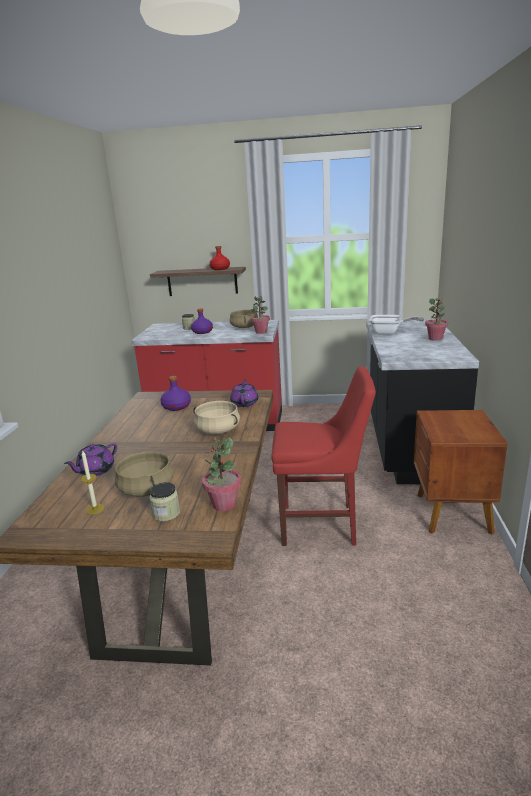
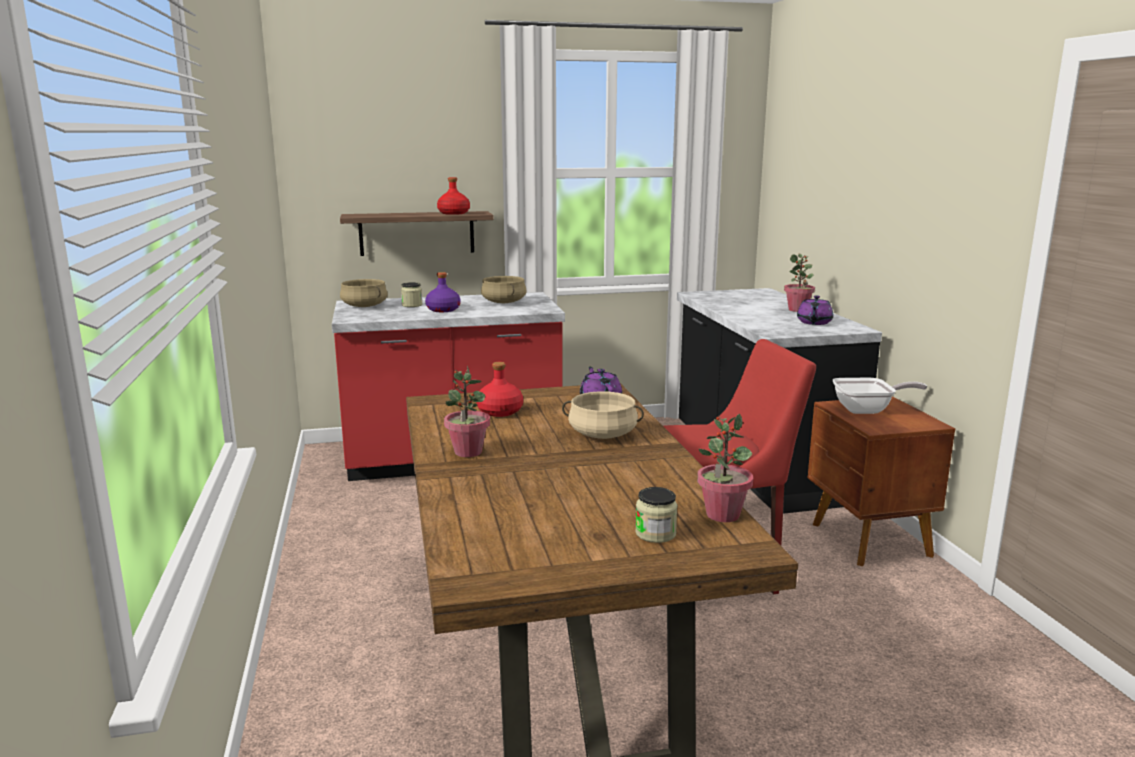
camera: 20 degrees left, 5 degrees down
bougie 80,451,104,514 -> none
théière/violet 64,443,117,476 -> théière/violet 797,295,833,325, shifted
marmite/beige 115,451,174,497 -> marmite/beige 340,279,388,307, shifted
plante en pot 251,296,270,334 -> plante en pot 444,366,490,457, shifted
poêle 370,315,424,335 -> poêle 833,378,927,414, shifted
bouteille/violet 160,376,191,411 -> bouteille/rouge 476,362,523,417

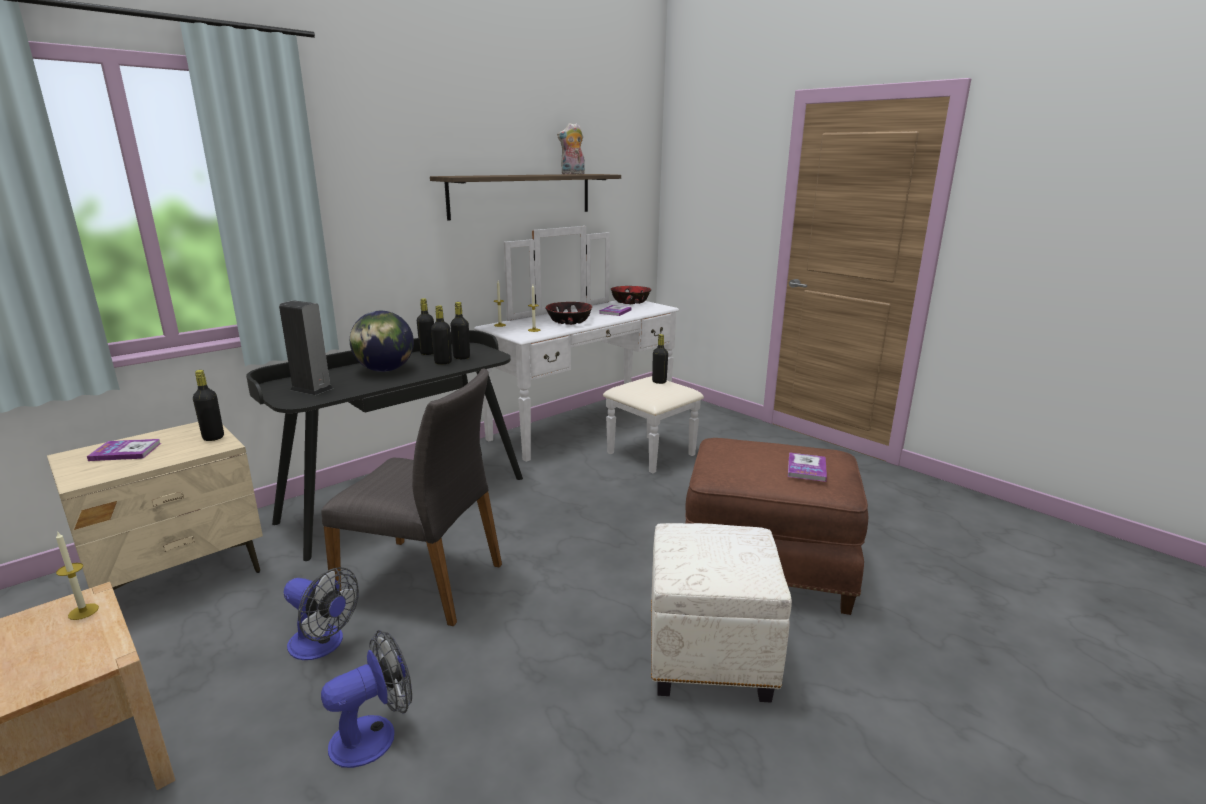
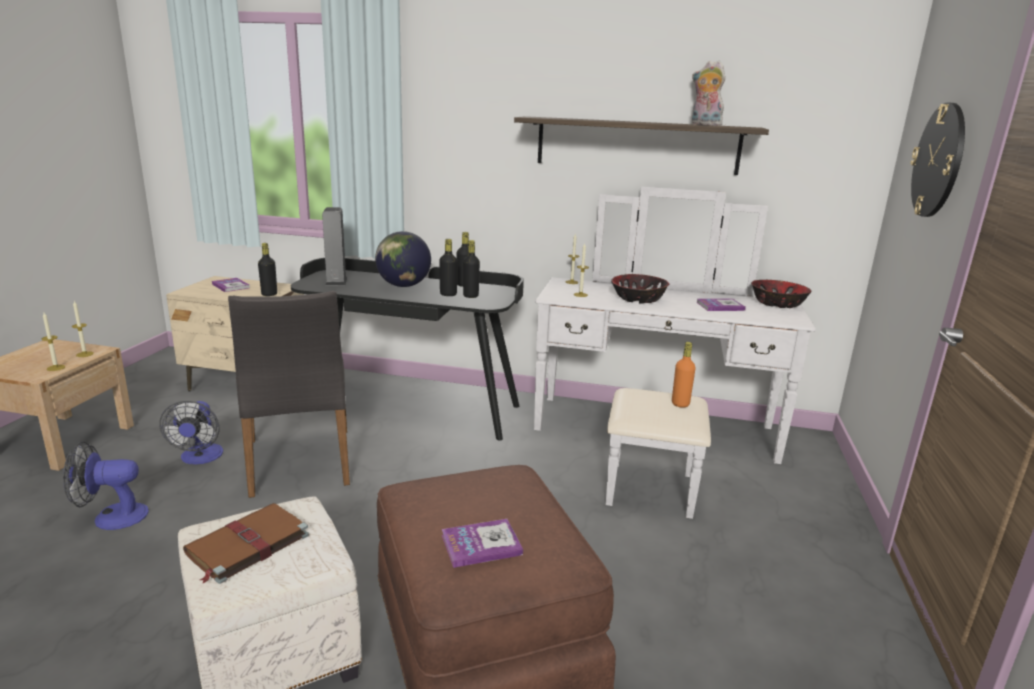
camera: 55 degrees right, 0 degrees up
none -> bougie 42,313,65,371
none -> livre/marron 183,503,309,584
none -> horloge murale 911,103,965,217
bouteille/noir 652,334,668,384 -> bouteille/orange 672,342,696,408
ventilateur 321,630,412,768 -> ventilateur 63,442,149,530, 150 degrees clockwise

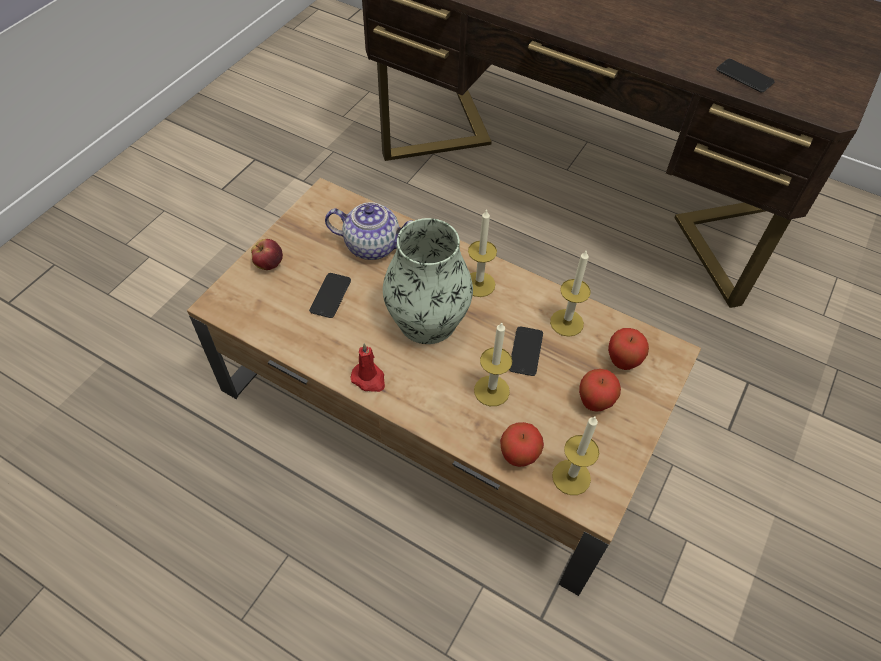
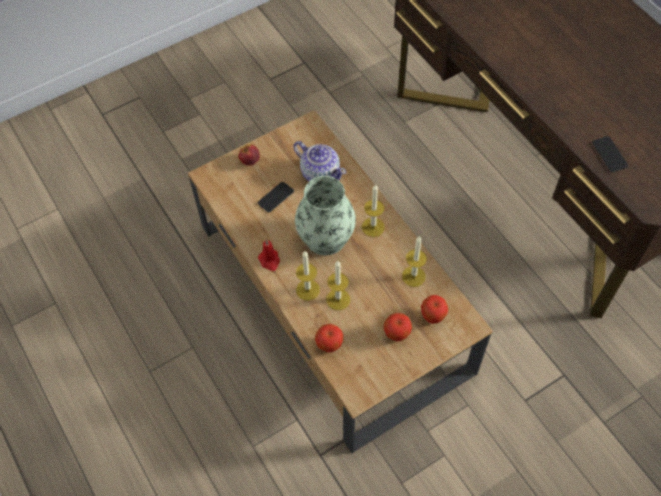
camera: 30 degrees right, 5 degrees up
téléphone 509,326,543,376 -> none
bougie 552,416,599,495 -> bougie 296,251,320,301, shifted

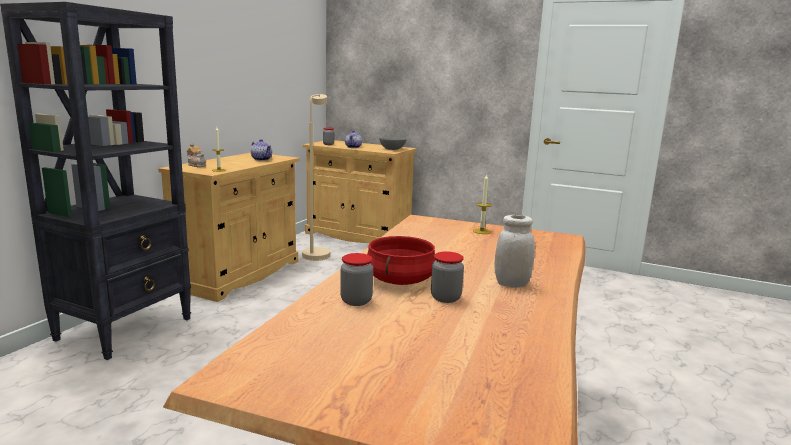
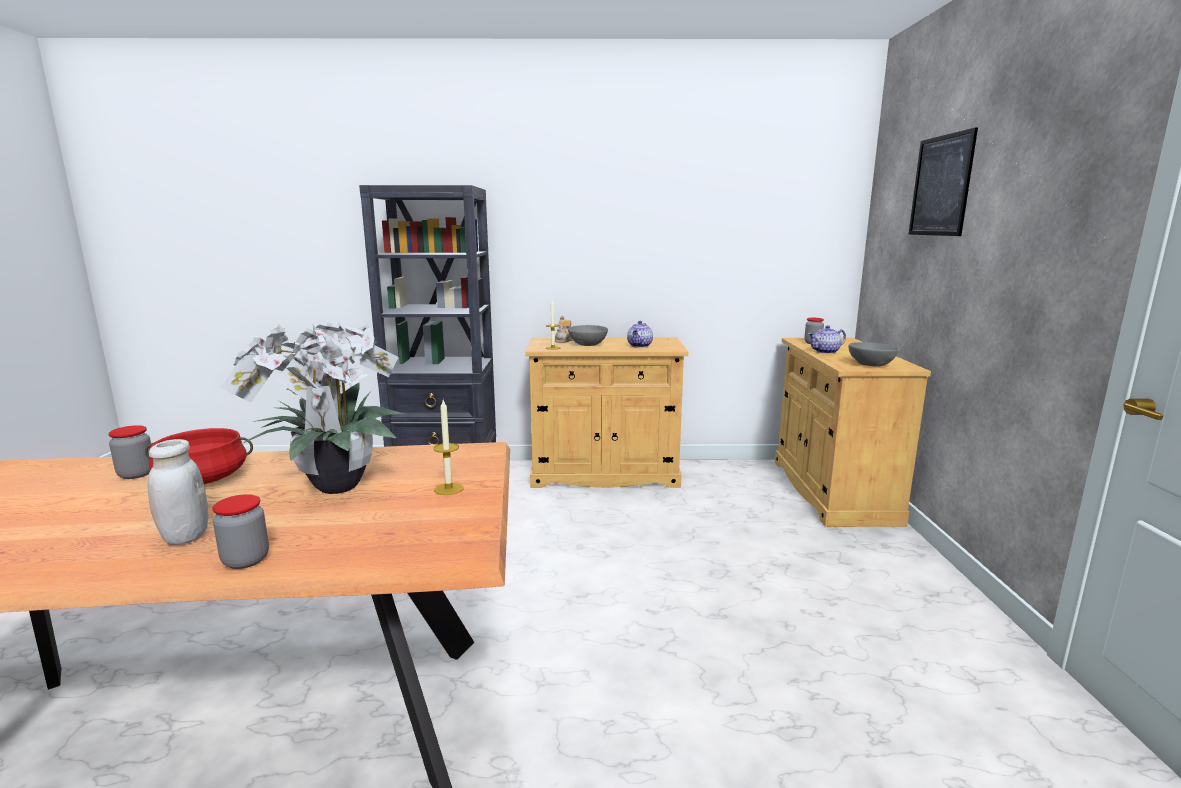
camera: 65 degrees right, 0 degrees up
lampadaire/beige 302,94,330,261 -> none
none -> plante en pot 221,321,403,494
none -> bol/gris 568,325,608,346
none -> tableau 909,127,978,236
bocal 431,251,464,303 -> bocal 212,494,269,569, shifted

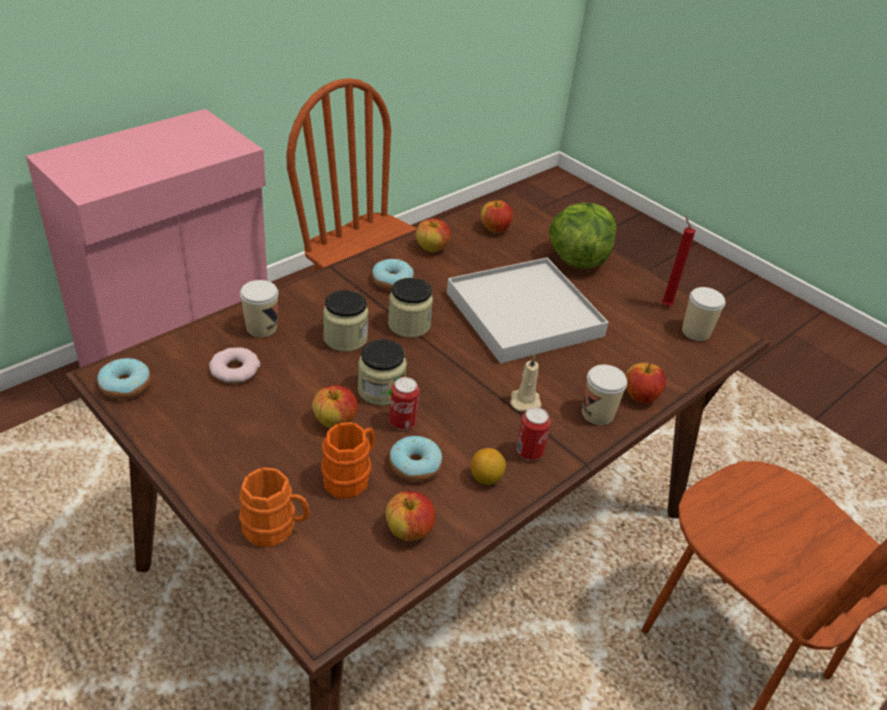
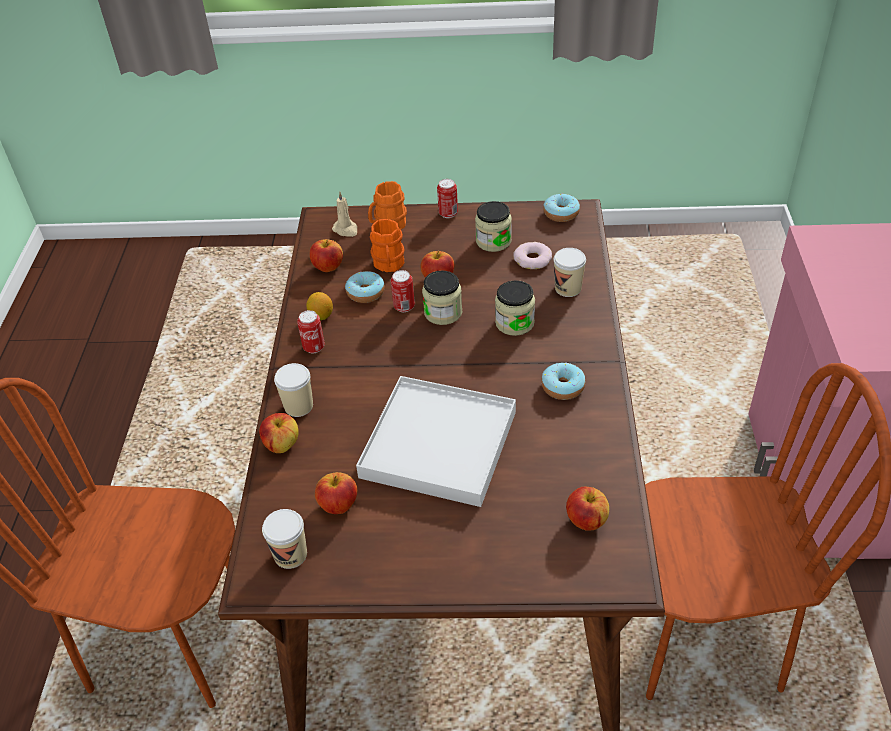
camera: 140 degrees right, 5 degrees up
laitue 549,203,616,269 -> none
bougie/rouge 662,215,695,307 -> none
none -> boîte métallique 437,179,458,218
bocal 388,278,433,338 -> bocal 475,201,512,252, shifted
pomme 416,218,450,252 -> pomme 315,472,357,514, shifted
bougie/beige 510,355,542,411 -> bougie/beige 332,191,358,237, shifted

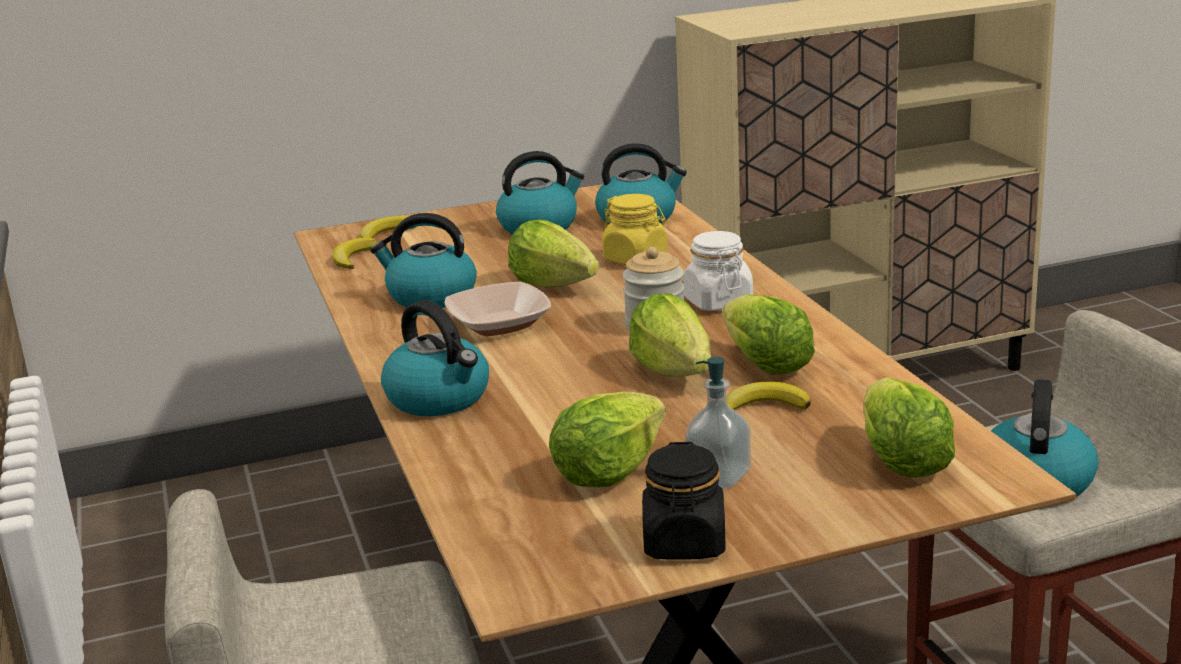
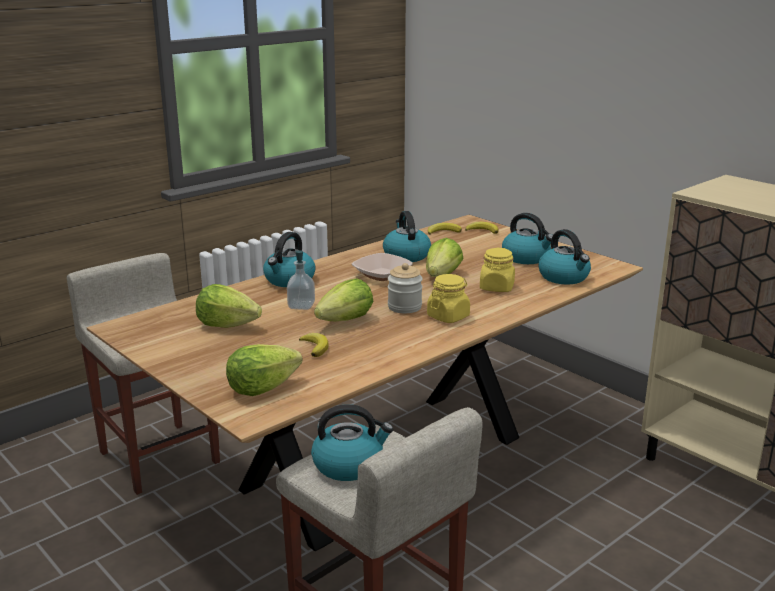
camera: 65 degrees right, 0 degrees up
bocal/noir 642,442,726,560 -> none
laitue 722,294,815,375 -> none
distributeur de savon 685,357,751,489 -> distributeur de savon 287,250,315,310, shifted
bocal/blanc 683,231,753,311 -> bocal/jaune 427,274,470,323

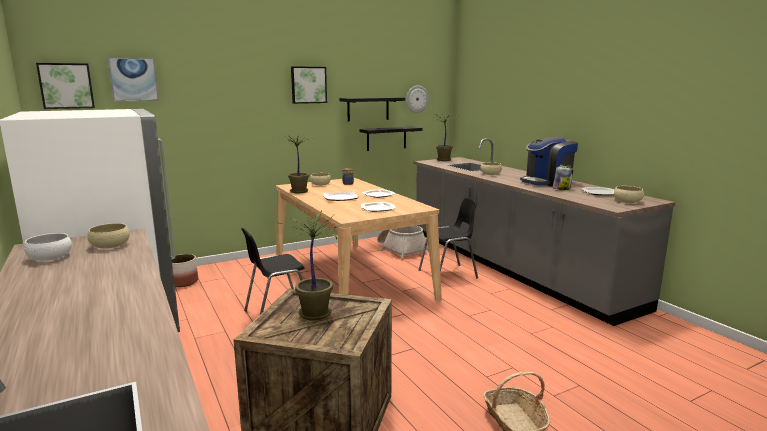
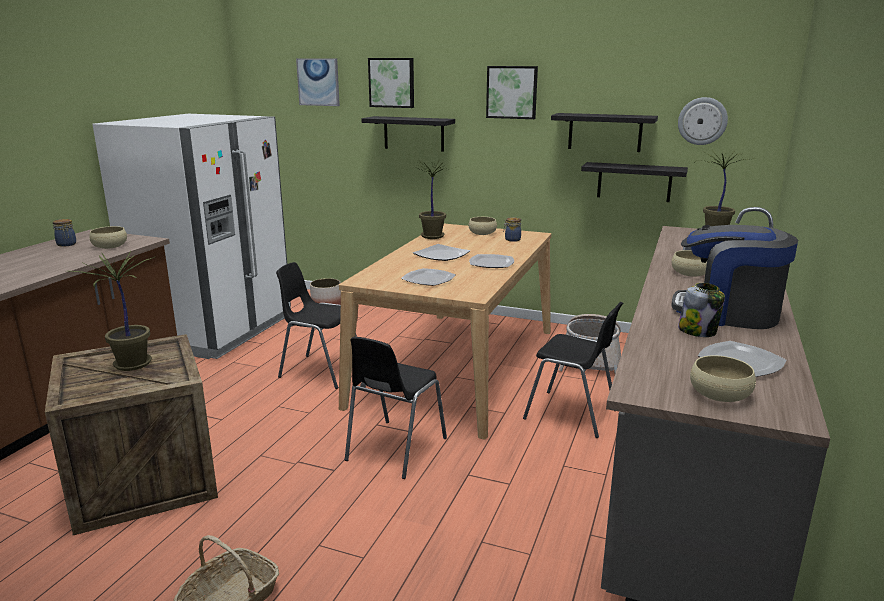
camera: 50 degrees right, 5 degrees up
none -> chaise/noir 345,337,447,479
none -> étagère/noir 361,116,455,152
tableau 36,63,95,109 -> tableau 368,58,414,108, shifted
bol/blanc 24,233,72,261 -> bocal 53,219,76,247

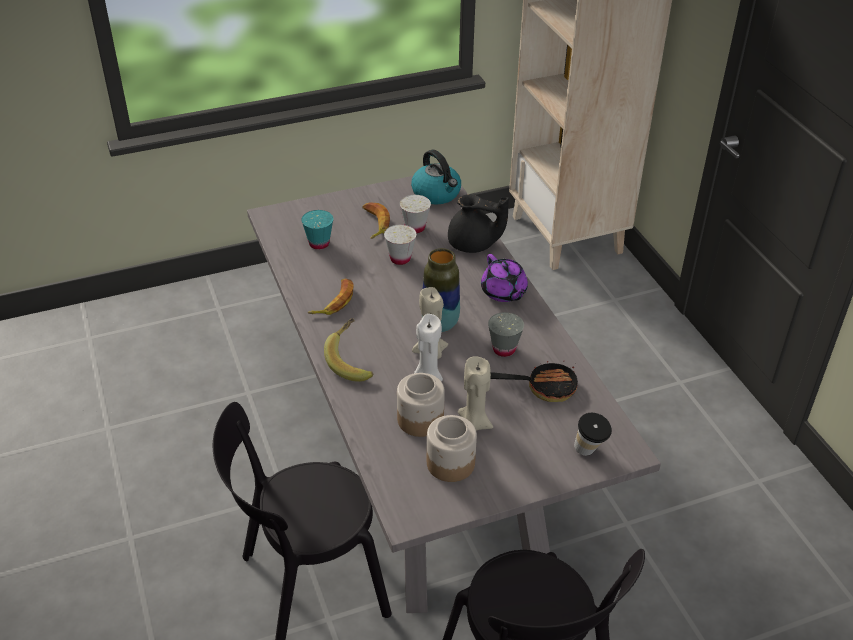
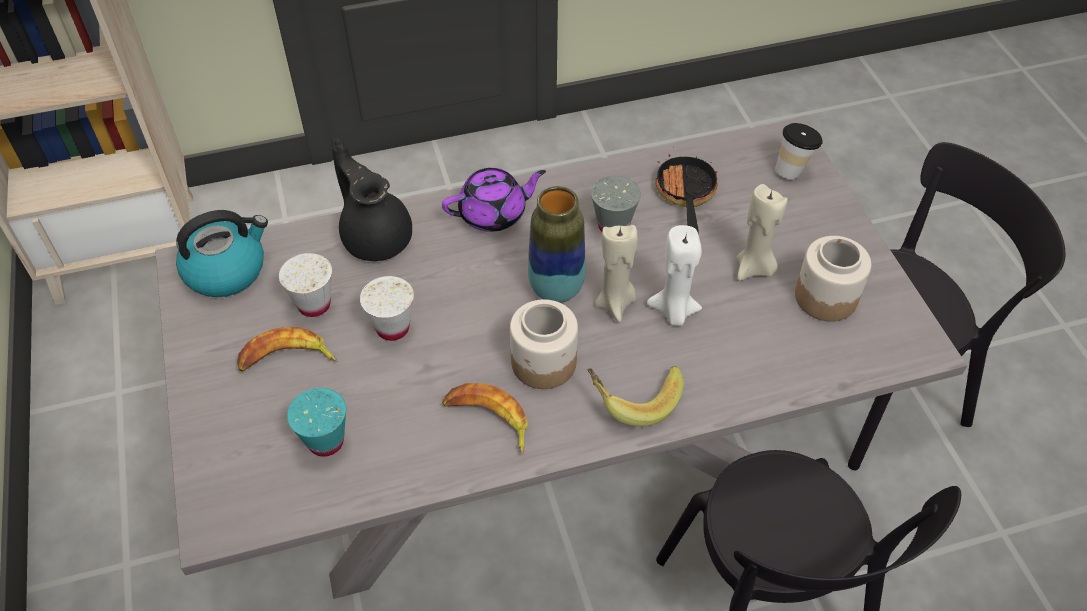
camera: 85 degrees left, 10 degrees up
bocal 397,373,445,437 -> bocal 510,299,578,389, shifted
théière/noir 448,194,509,253 -> théière/noir 332,138,412,261, 60 degrees counterclockwise

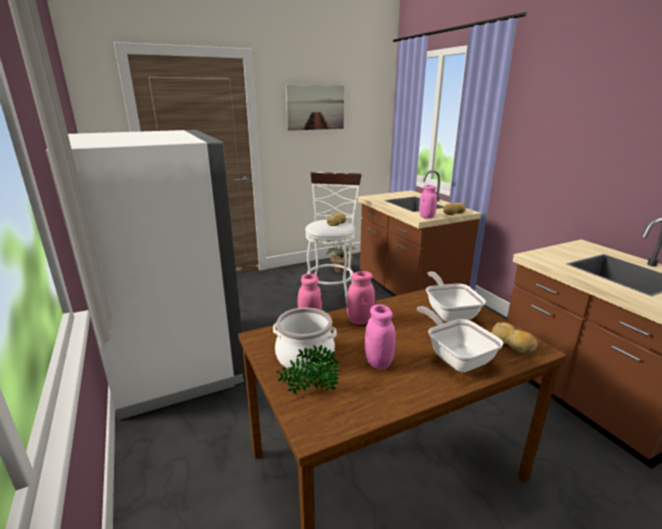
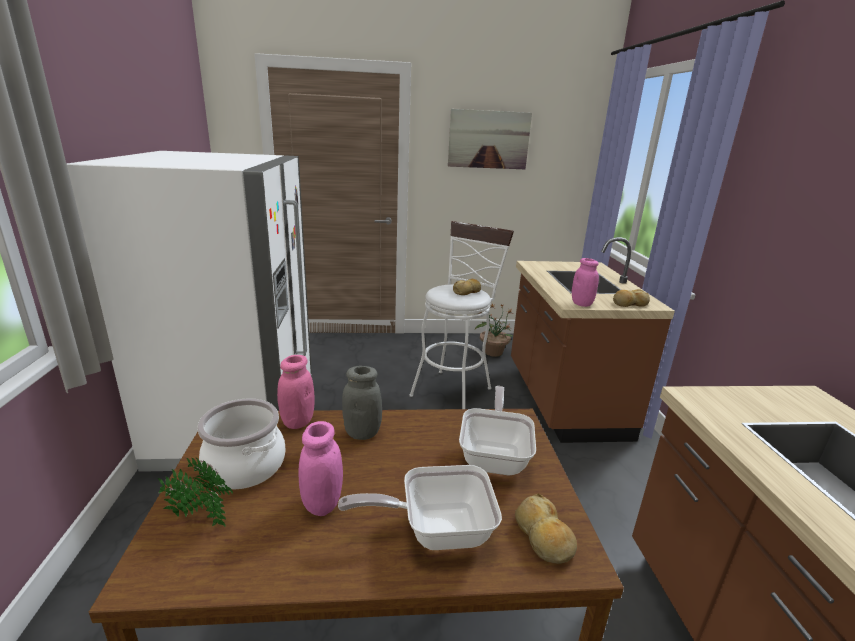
camera: 20 degrees right, 0 degrees up
bocal/rose 347,271,375,325 -> bocal/gris 342,366,382,440
poêle 417,306,503,372 -> poêle 338,465,502,550, 90 degrees counterclockwise

